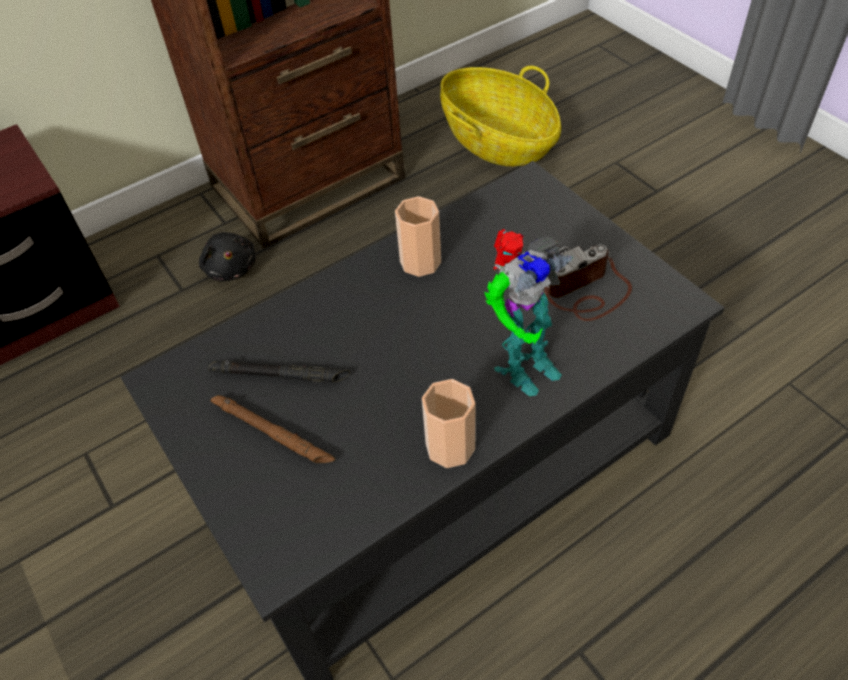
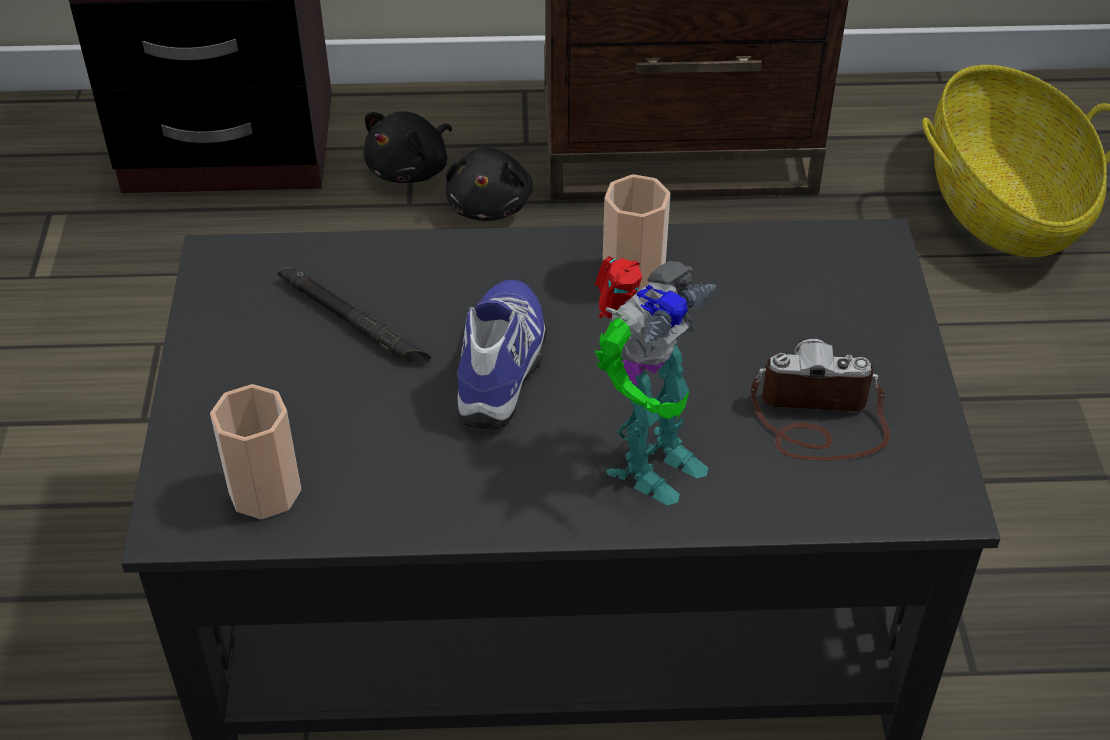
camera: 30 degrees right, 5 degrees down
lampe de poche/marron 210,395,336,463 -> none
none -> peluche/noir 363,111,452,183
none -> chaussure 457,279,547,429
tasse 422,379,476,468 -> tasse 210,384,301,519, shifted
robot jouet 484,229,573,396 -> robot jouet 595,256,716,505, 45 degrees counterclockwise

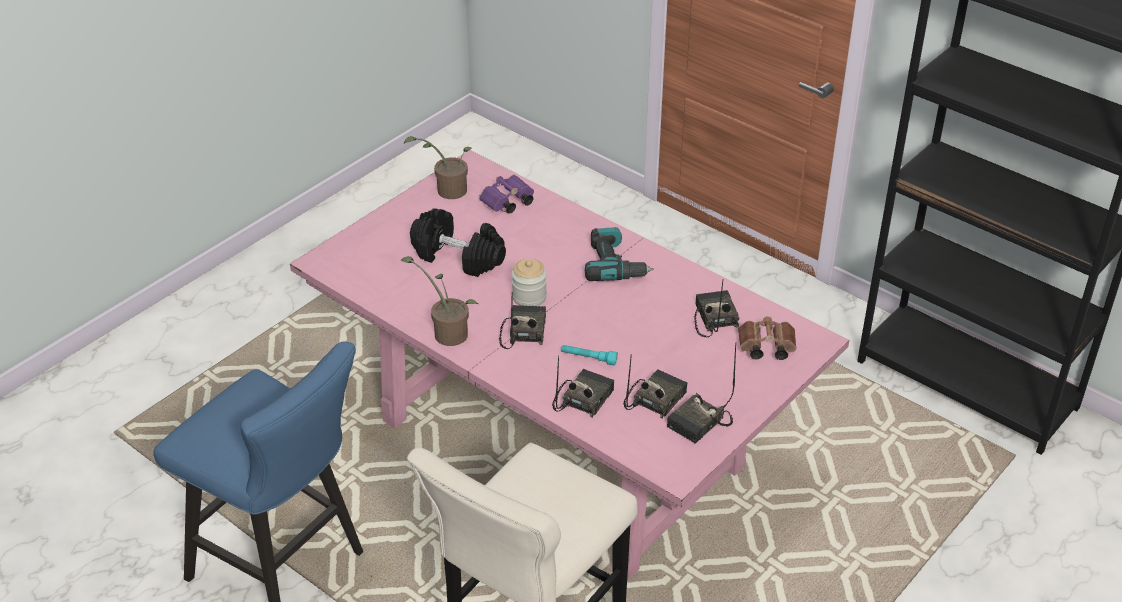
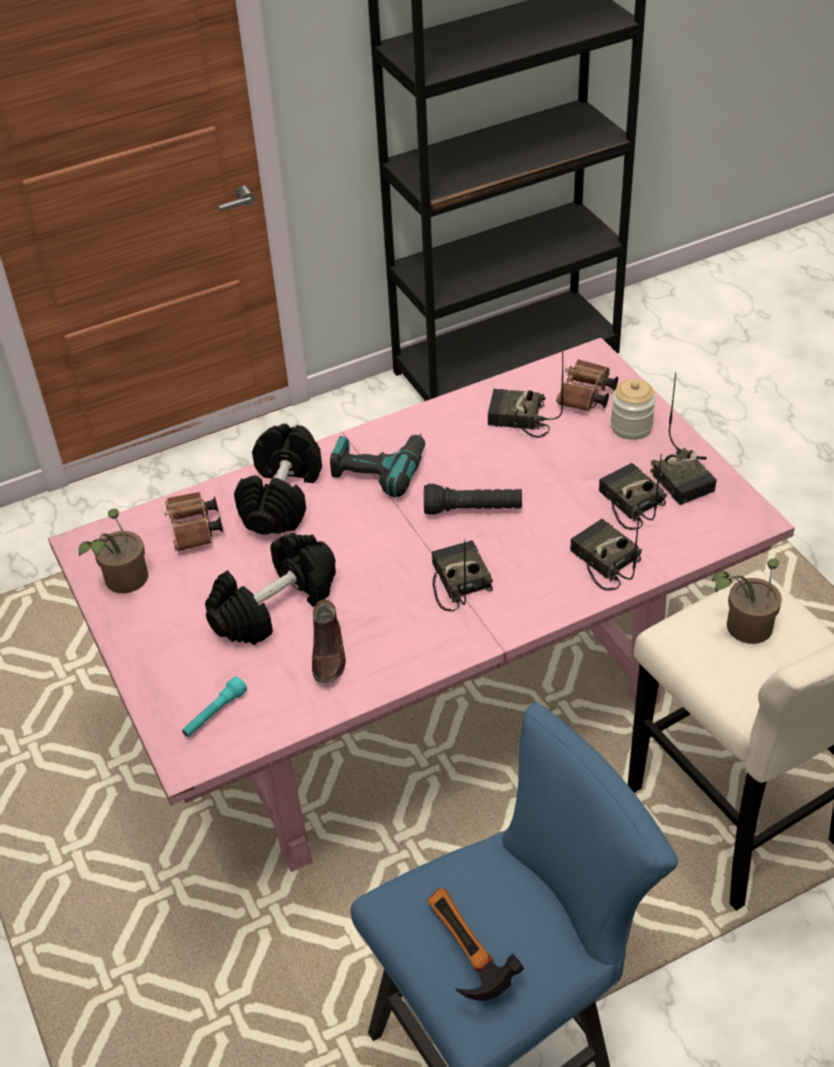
camera: 65 degrees left, 5 degrees up
none -> haltère/noir 234,424,322,535
none -> chaussure/marron 312,599,346,683
none -> lampe de poche/noir 424,484,522,515
none -> marteau 427,888,524,1001
plante en pot 401,256,478,346 -> plante en pot 712,559,782,644, shifted
bocal 511,259,547,306 -> bocal 610,379,656,440, shifted
lampe de poche/turquoise 561,345,618,366 -> lampe de poche/turquoise 182,676,247,737, shifted
jumelles/violet 479,175,534,214 -> jumelles/marron 164,492,224,552
radio 499,294,546,349 -> radio 432,540,493,611, 45 degrees clockwise

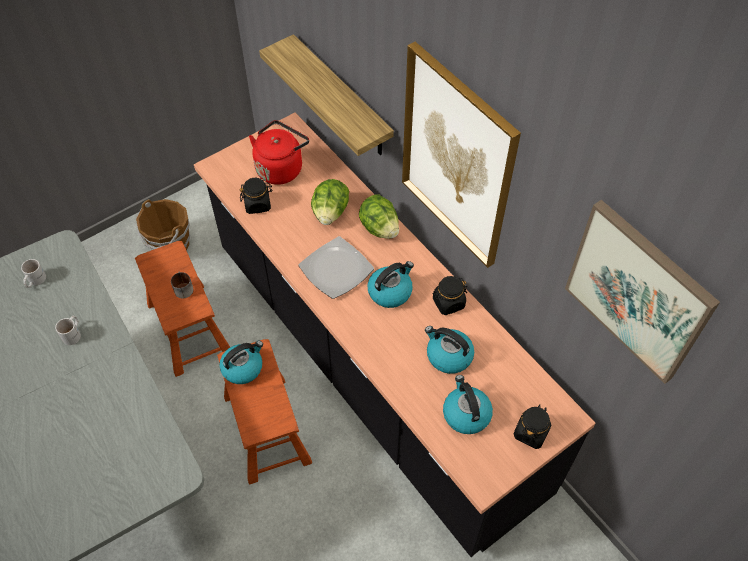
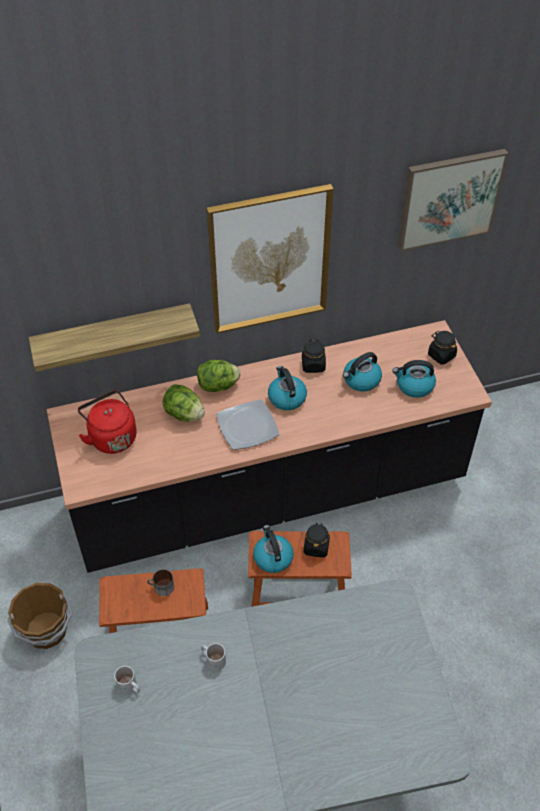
camera: 70 degrees left, 5 degrees down
bocal/noir 239,178,273,214 -> bocal/noir 304,522,330,558, shifted

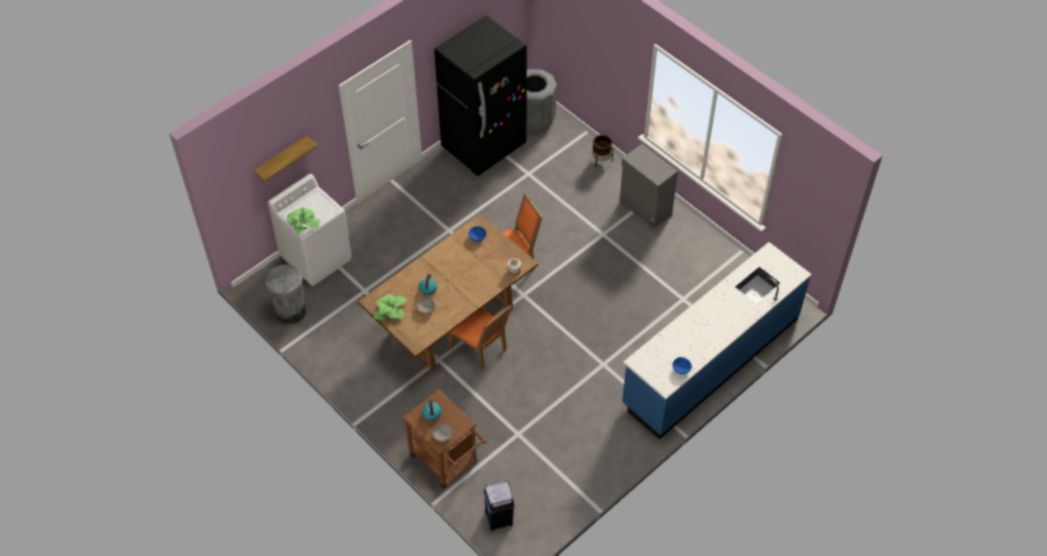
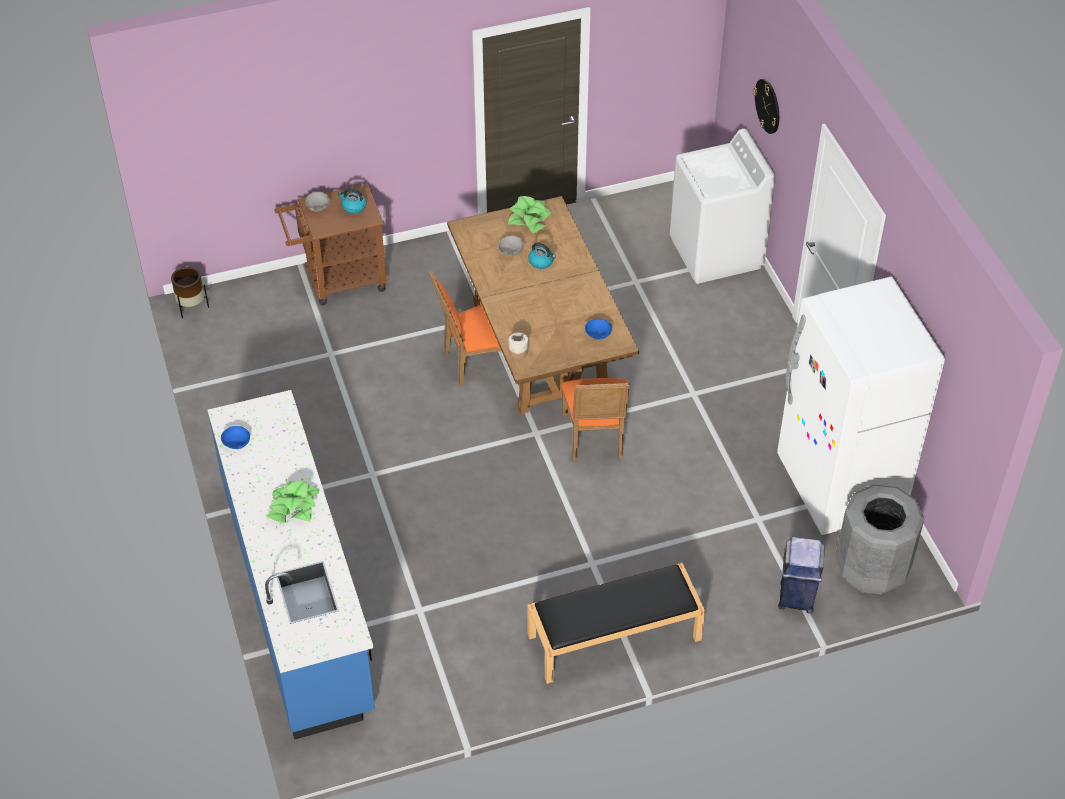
camera: 115 degrees right, 5 degrees down
poubelle/gris 265,264,307,324 -> none
plante en pot 287,207,320,235 -> plante en pot 267,481,320,523, shifted
poubelle/bleu 483,480,515,531 -> poubelle/bleu 778,537,825,614, shifted
cache-pot/marron 592,135,614,168 -> cache-pot/marron 171,267,209,318, shifted
étagère 253,136,318,181 -> horloge murale 753,79,779,134
meuble de rangement/gris 620,144,678,228 -> banc/noir 527,563,705,684
réfrigérateur/noir 434,15,527,176 -> réfrigérateur/blanc 777,276,945,535

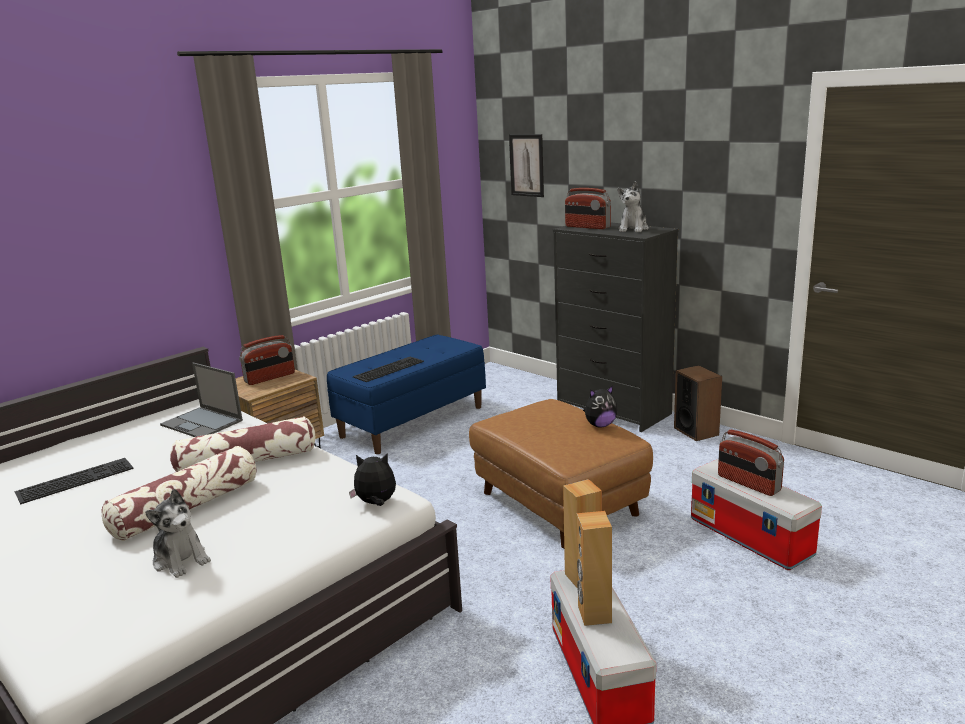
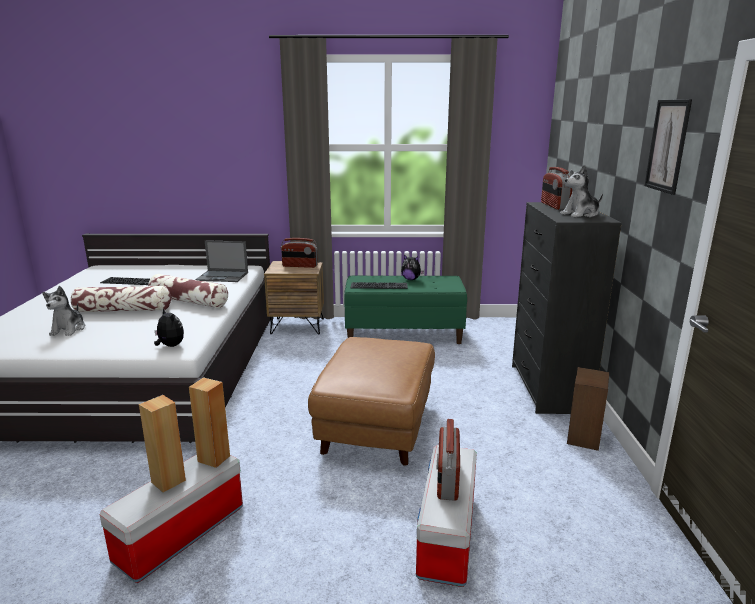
camera: 45 degrees right, 0 degrees up
tableau 509,134,544,197 -> tableau 644,99,692,195, shifted
peluche 583,385,618,428 -> peluche 401,255,424,280, shifted
banc/bleu 327,335,486,454 -> banc/vert 344,276,467,344
ordinateur portable 160,363,243,437 -> ordinateur portable 195,240,248,282, 75 degrees counterclockwise

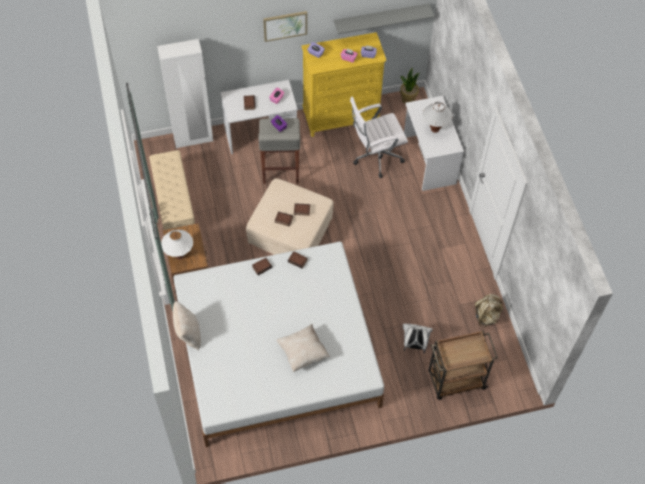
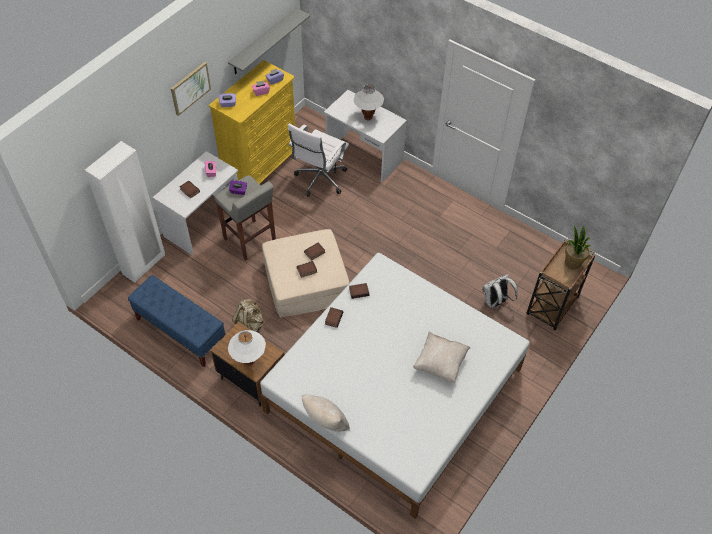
camera: 40 degrees left, 5 degrees down
plante en pot 400,68,419,104 -> plante en pot 565,226,591,270, shifted
sac à dos/beige 475,294,503,327 -> sac à dos/beige 232,299,263,332, shifted
banc/beige 149,150,195,230 -> banc/bleu 128,275,225,367

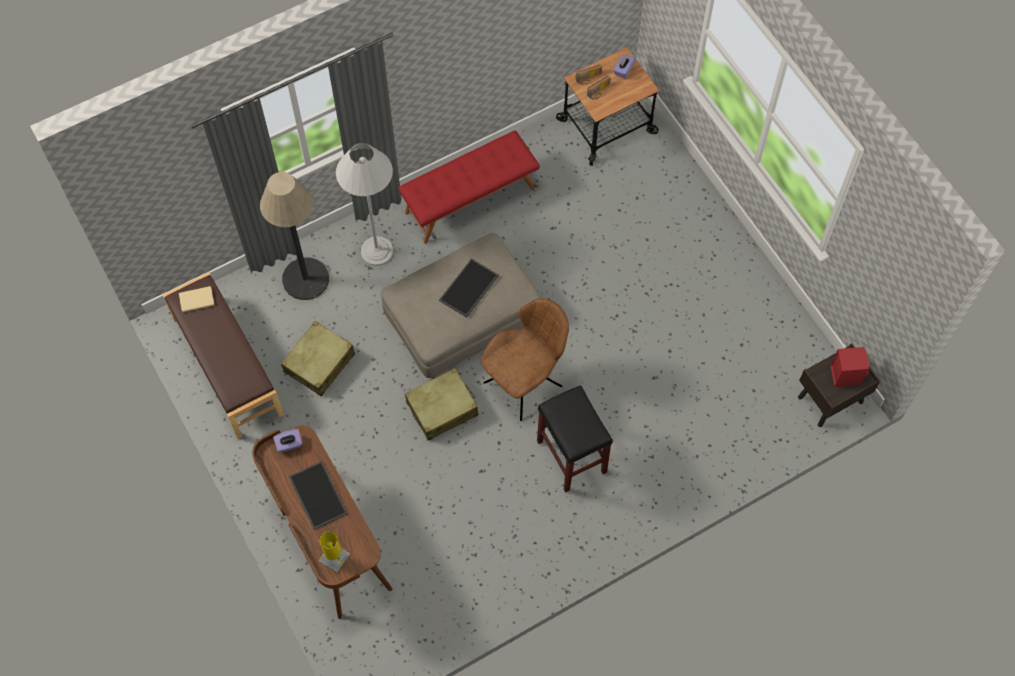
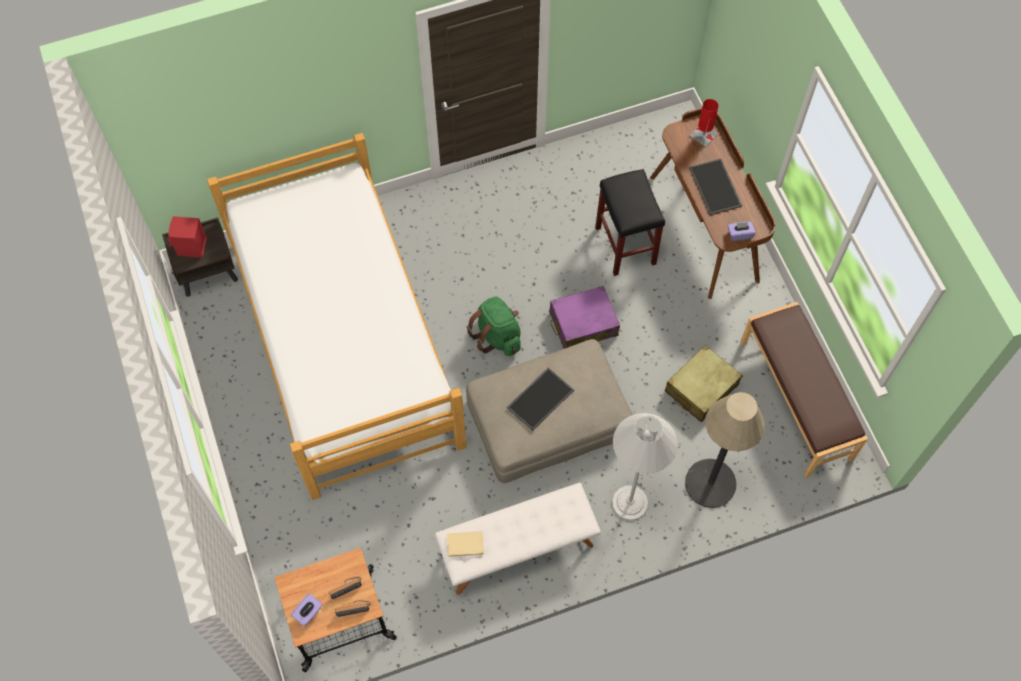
camera: 170 degrees left, 0 degrees up
none -> lit 207,133,466,500
livre/beige 179,286,215,313 -> livre/beige 447,531,484,557, shifted
tabouret/noir 537,385,613,493 -> tabouret/noir 595,169,665,276, shifted
chaise/marron 481,298,569,421 -> sac à dos/vert 467,296,521,356
lampe de table/jaune 319,532,350,573 -> lampe de table/rouge 690,99,719,147
banc/rouge 398,130,540,244 -> banc/blanc 435,483,601,595
valise/beige 405,368,478,441 -> valise/violet 549,286,620,349

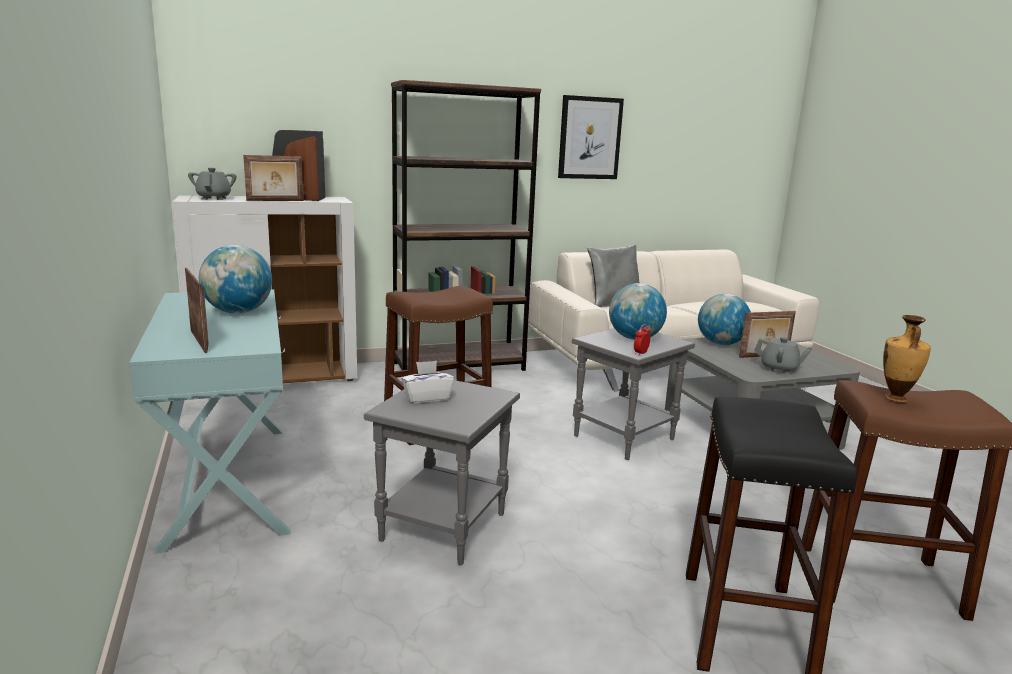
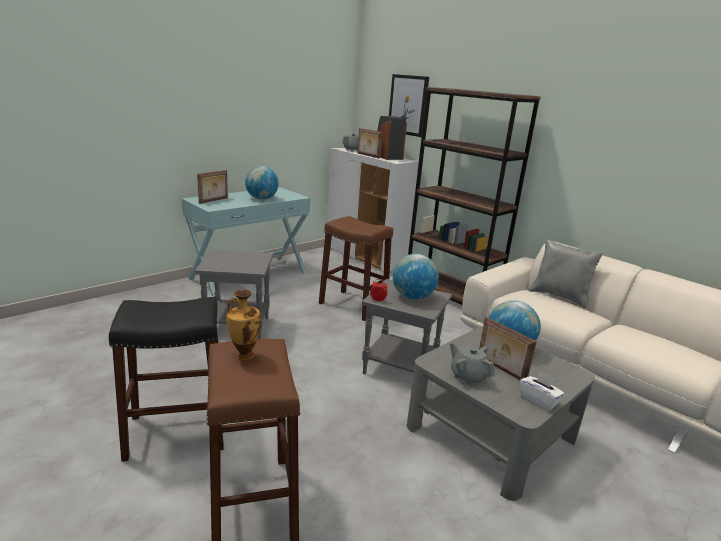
camera: 65 degrees right, 5 degrees up
boîte à mouchoirs/blanc 401,361,454,403 -> boîte à mouchoirs/blanc 520,372,565,411, shifted
tableau 558,95,624,179 -> tableau 389,74,429,137, shifted
théière/gris 754,337,813,374 -> théière/gris 450,343,494,386, 135 degrees clockwise

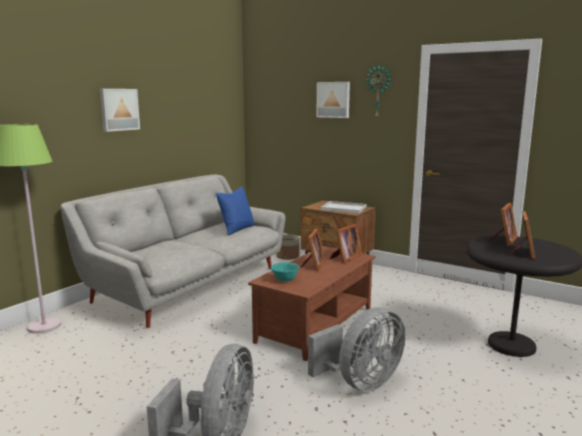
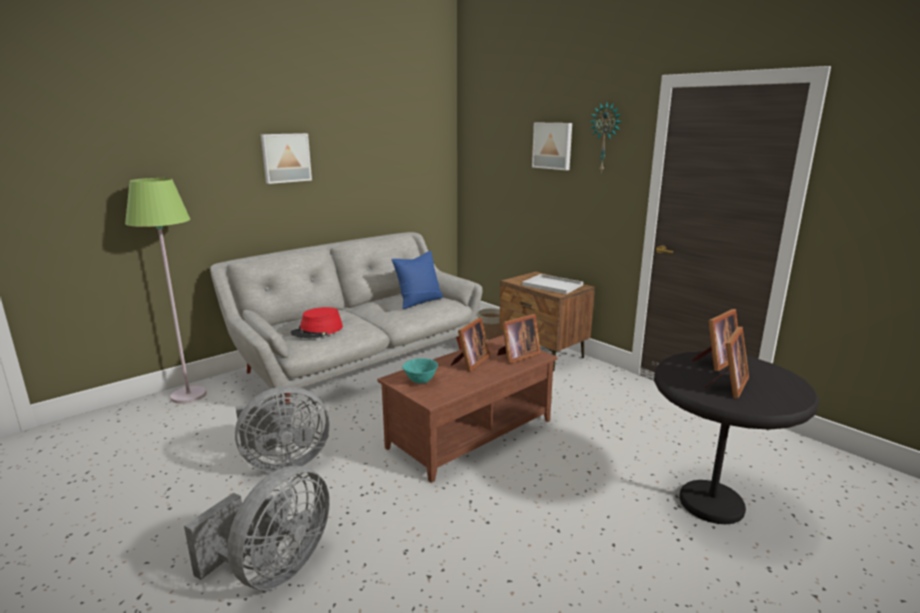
camera: 15 degrees right, 5 degrees up
none -> chapeau/rouge 291,307,343,338
ventilateur/gris 308,307,405,392 -> ventilateur/gris 235,386,330,472, shifted

